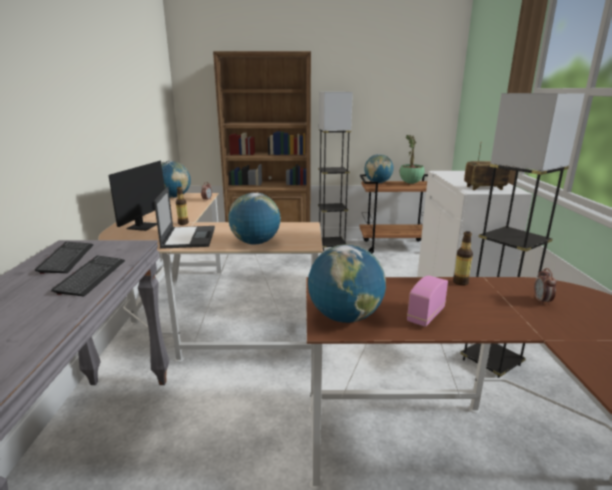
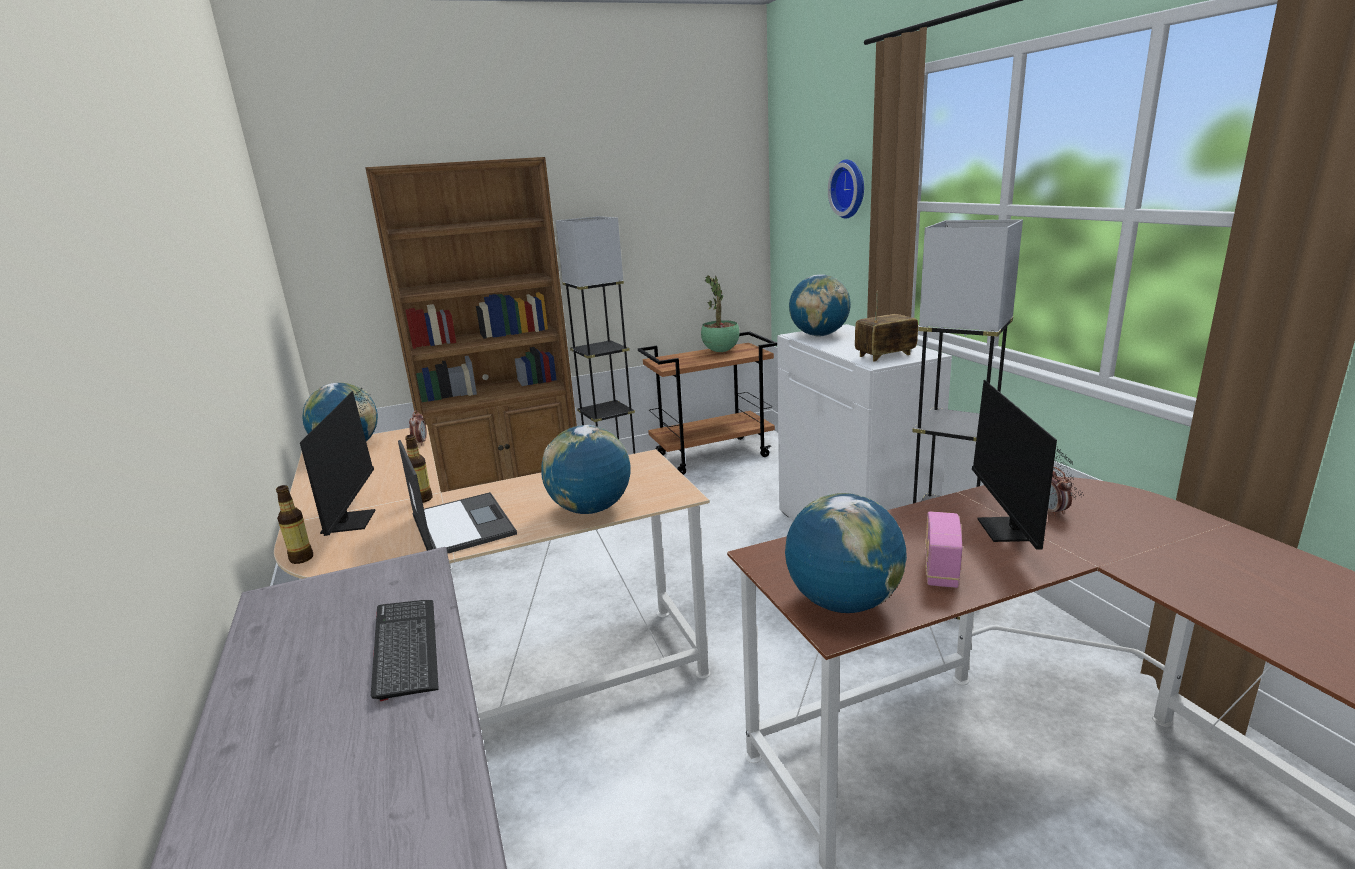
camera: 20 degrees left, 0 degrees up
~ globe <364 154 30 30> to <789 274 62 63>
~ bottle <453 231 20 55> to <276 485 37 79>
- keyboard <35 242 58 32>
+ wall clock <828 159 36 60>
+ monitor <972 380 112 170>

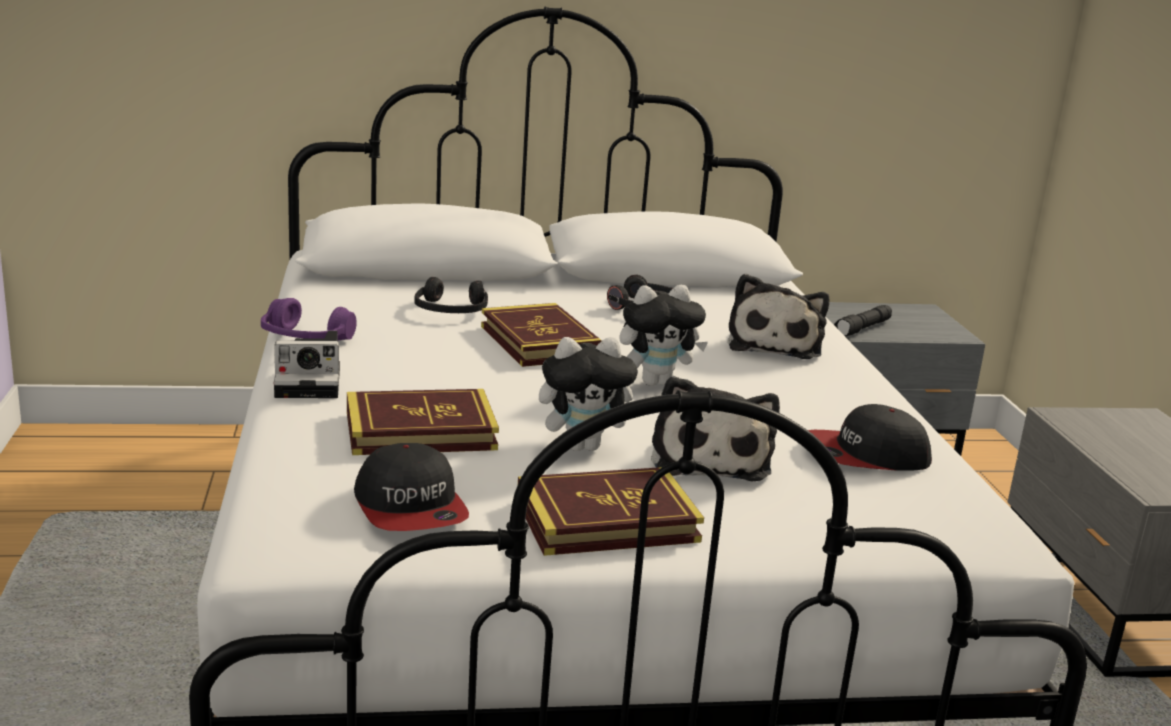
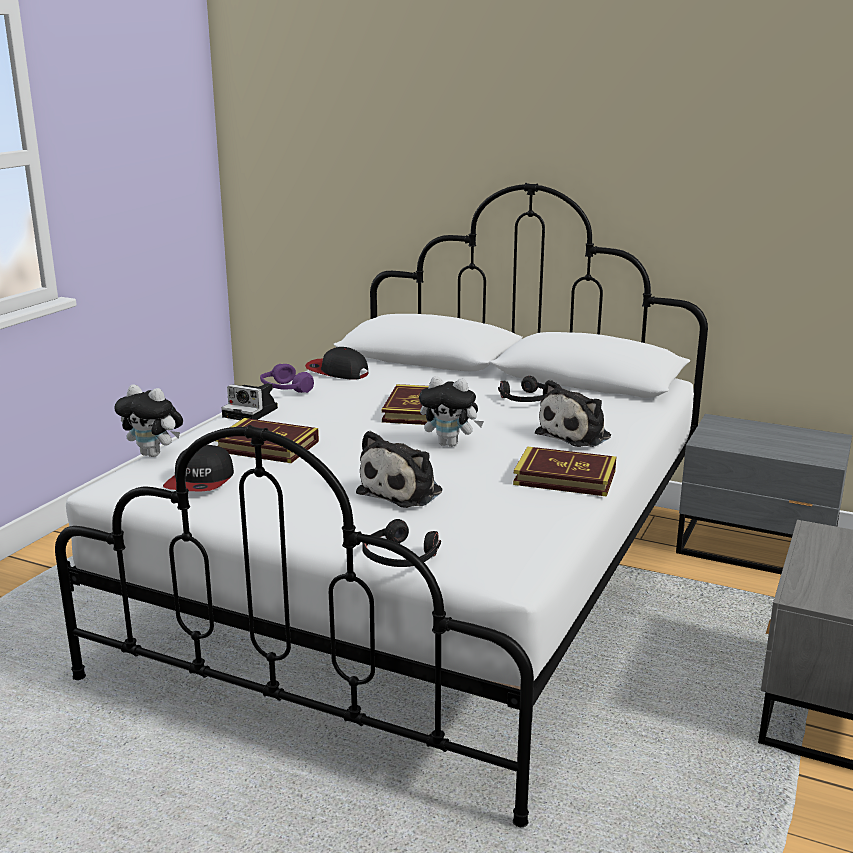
camera: 35 degrees right, 0 degrees up
~ black headphones <414 277 74 36> to <362 519 79 48>
- black flashlight <834 305 58 32>
~ plush toy <539 337 99 114> to <115 385 68 72>
~ cap <808 404 124 67> to <305 347 63 33>
~ book <518 467 186 89> to <513 446 103 51>

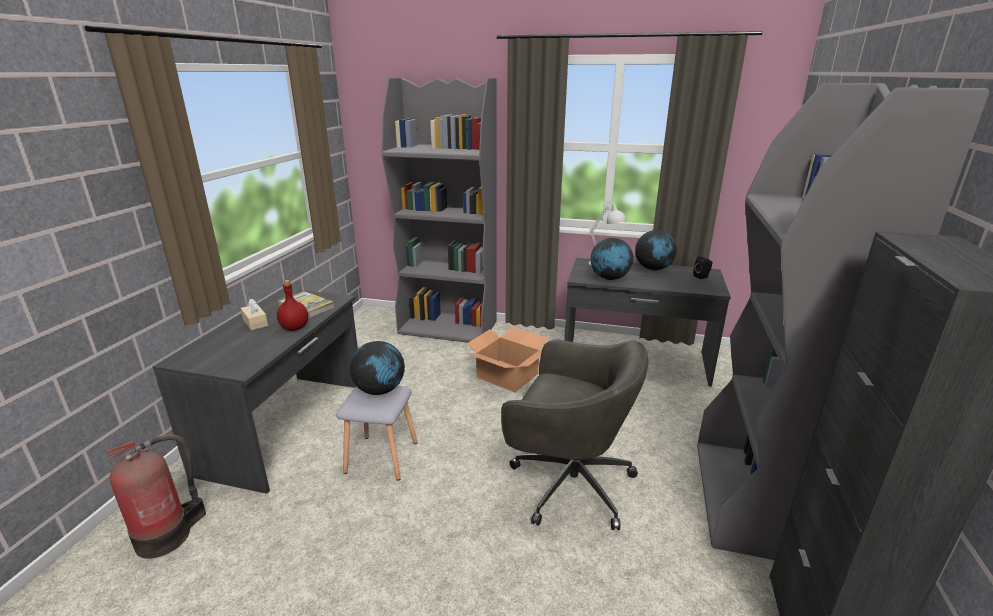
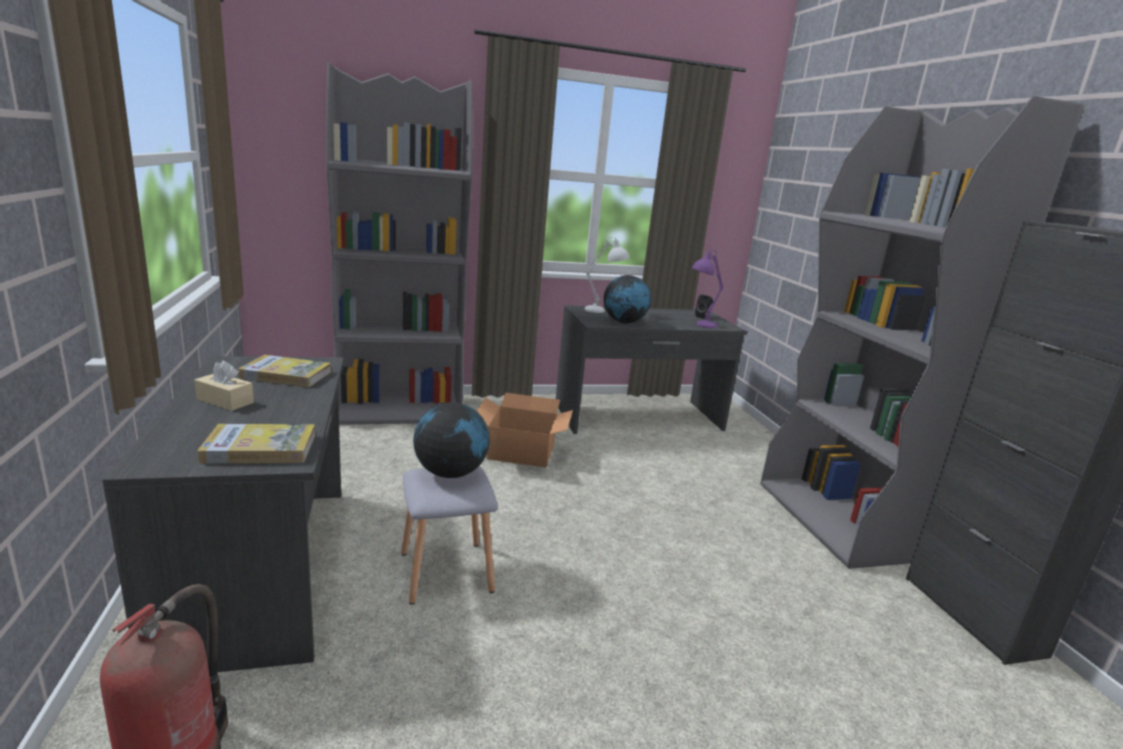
camera: 30 degrees left, 5 degrees down
- globe <635 230 42 41>
- red bottle <277 280 32 51>
- grey office chair <501 339 148 191>
+ purple table lamp <692 250 32 78>
+ book <197 424 118 40>

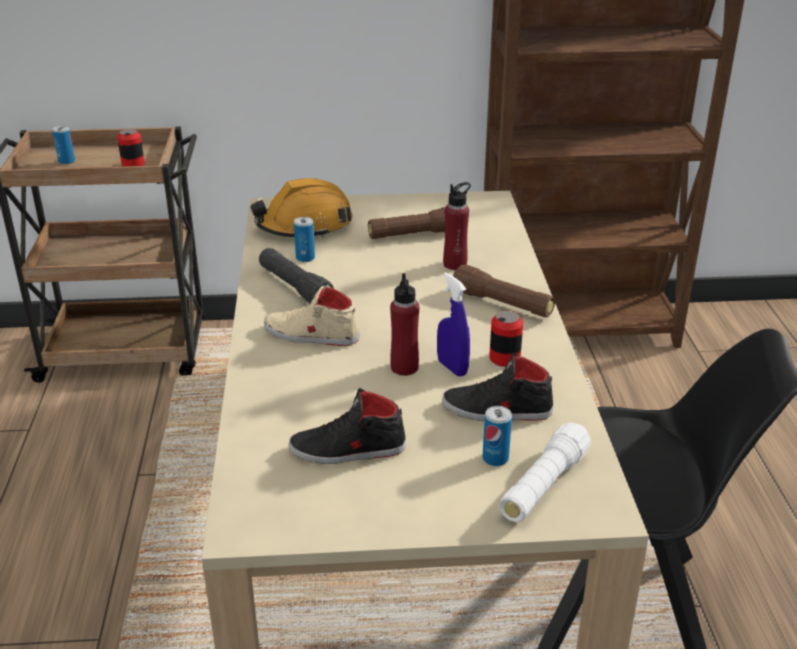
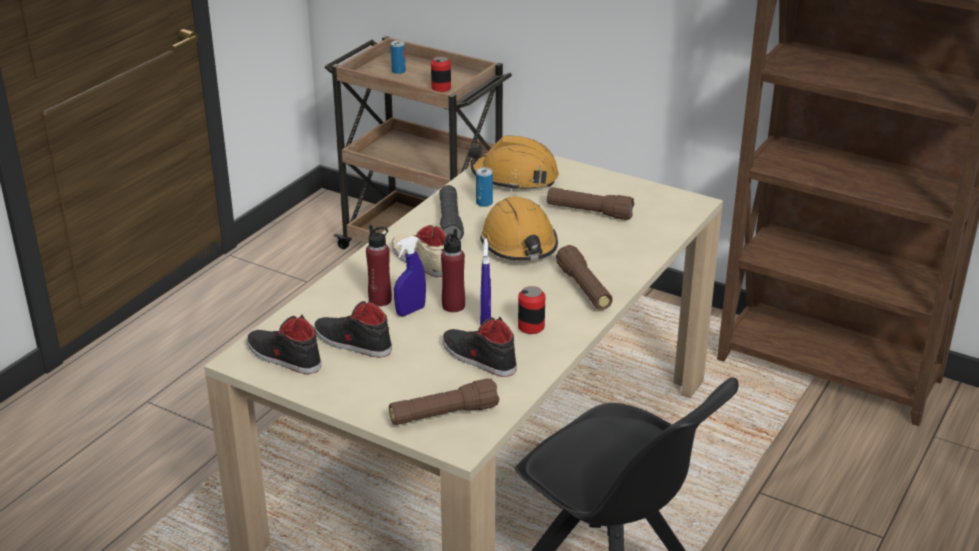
camera: 35 degrees right, 0 degrees up
~ red bottle <443 182 28 88> to <366 225 26 81>
- can <483 406 29 60>
~ white flashlight <499 422 92 100> to brown flashlight <389 378 111 47>
+ orange hard hat <480 196 78 65>
+ blue spray bottle <394 236 32 80>
+ black shoe <247 315 74 59>

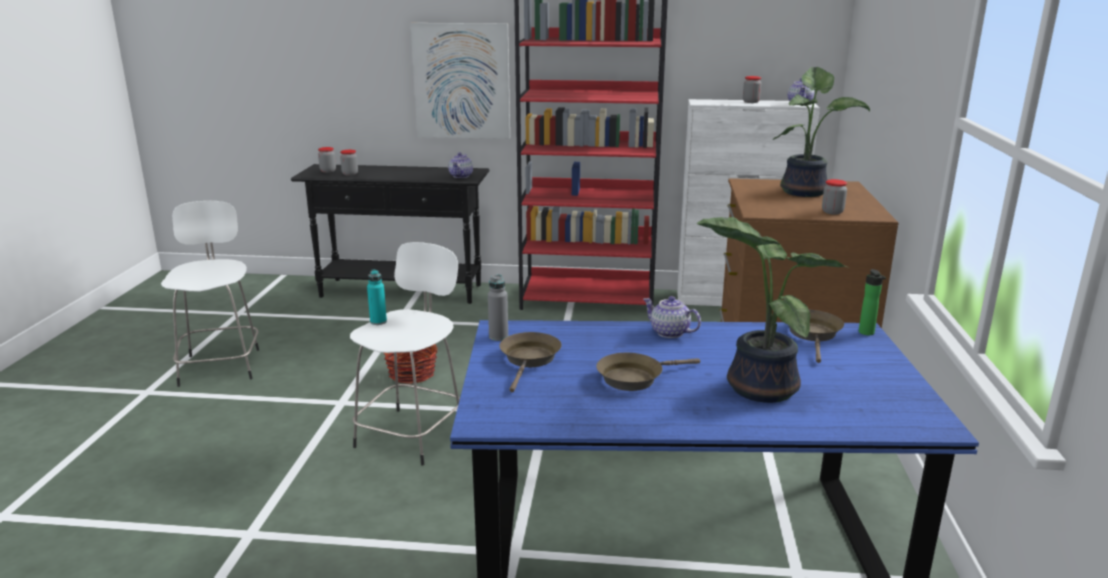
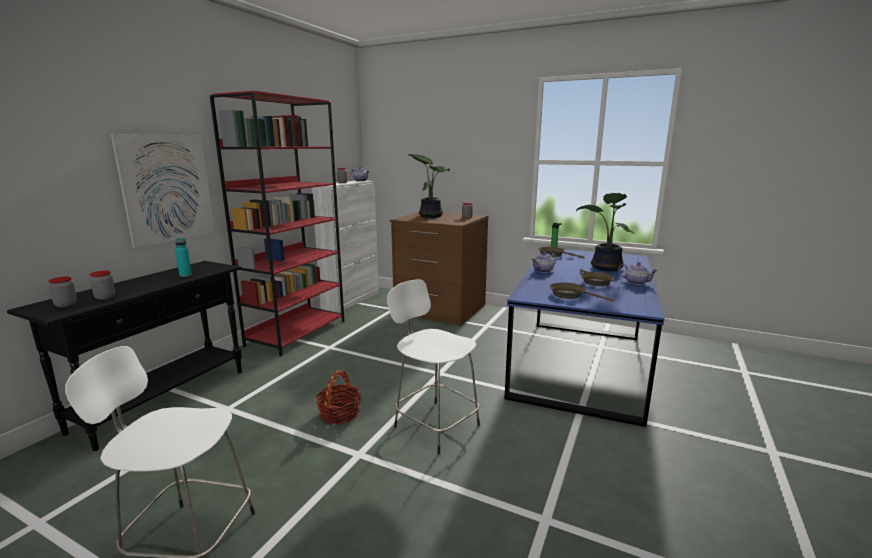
camera: 70 degrees left, 5 degrees down
~ teapot <448 153 25 25> to <618 262 40 23>
~ turquoise bottle <367 269 20 56> to <175 238 17 39>
- grey bottle <488 274 20 67>

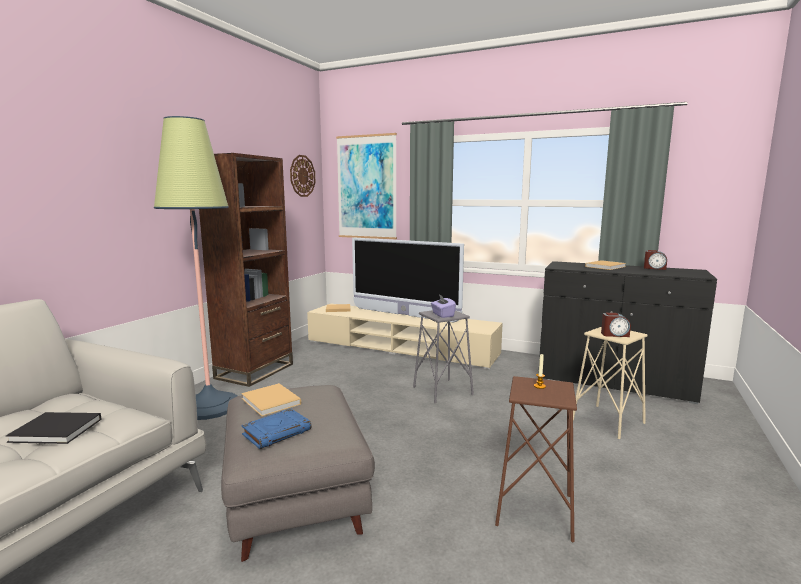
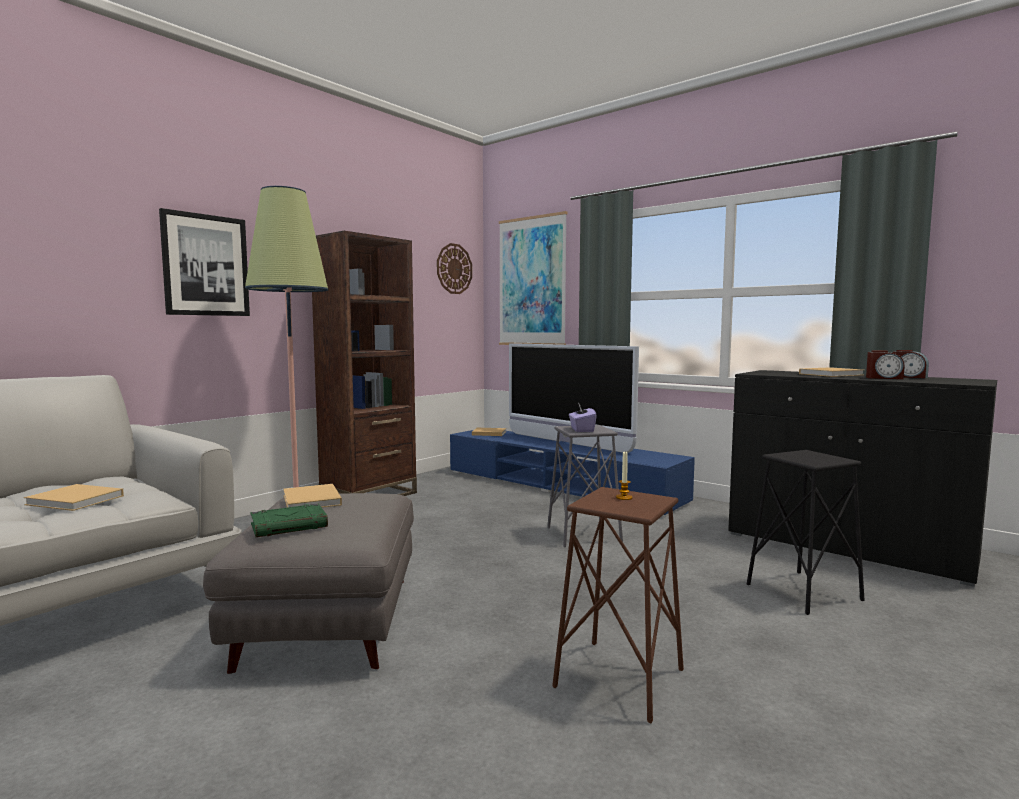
camera: 15 degrees right, 5 degrees down
~ beige tv stand <307 303 196 66> to blue tv stand <450 430 245 87>
~ alarm clock <601 313 30 24> to <866 350 39 29>
~ beige stool <573 327 74 112> to black stool <747 450 118 165>
~ blue book <241 408 70 41> to green book <251 504 77 33>
~ black book <6 412 96 32> to beige book <24 484 100 27>
+ picture <159 208 91 108>

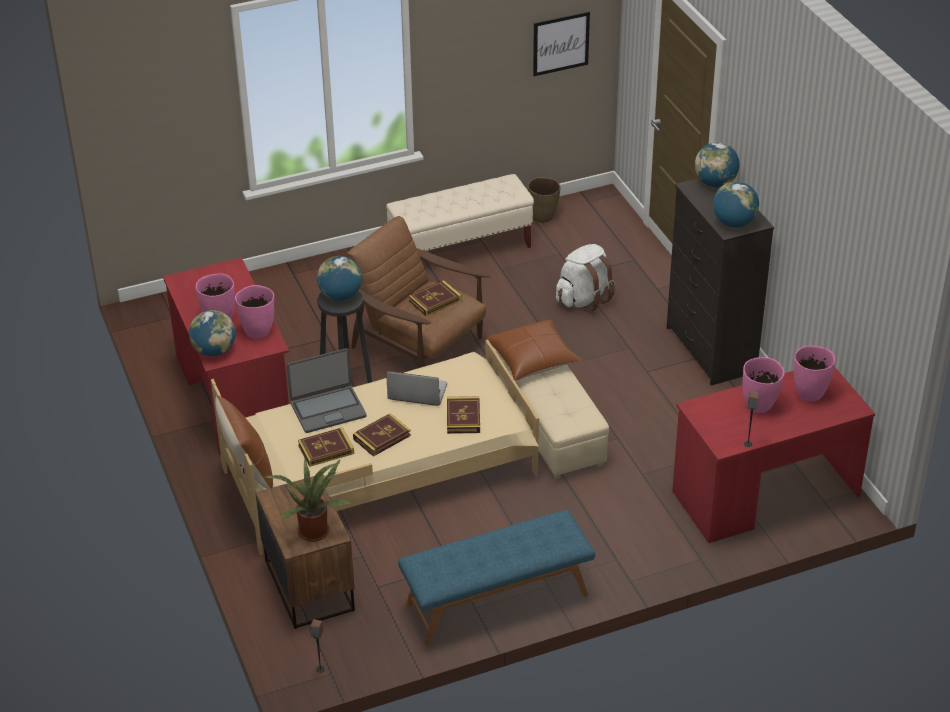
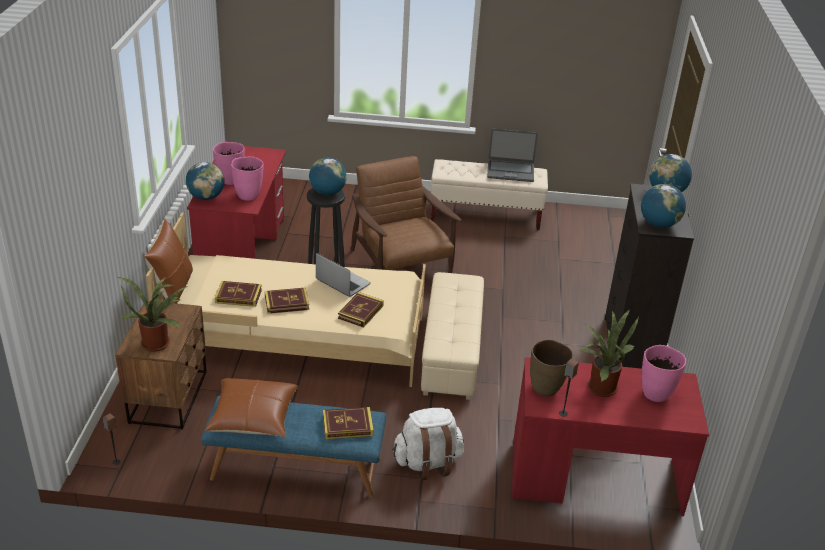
camera: 25 degrees right, 5 degrees down
- picture <533 11 57 65>
~ brown vase <528 177 32 46> to <530 339 43 58>
~ white backpack <556 244 59 68> to <392 408 72 72>
~ book <409 280 52 36> to <323 407 51 32>
~ brown pillow <486 320 96 61> to <205 378 93 59>
~ laptop <287 348 80 85> to <487 129 51 53>
~ pink vase <743 357 42 56> to potted plant <578 309 61 88>

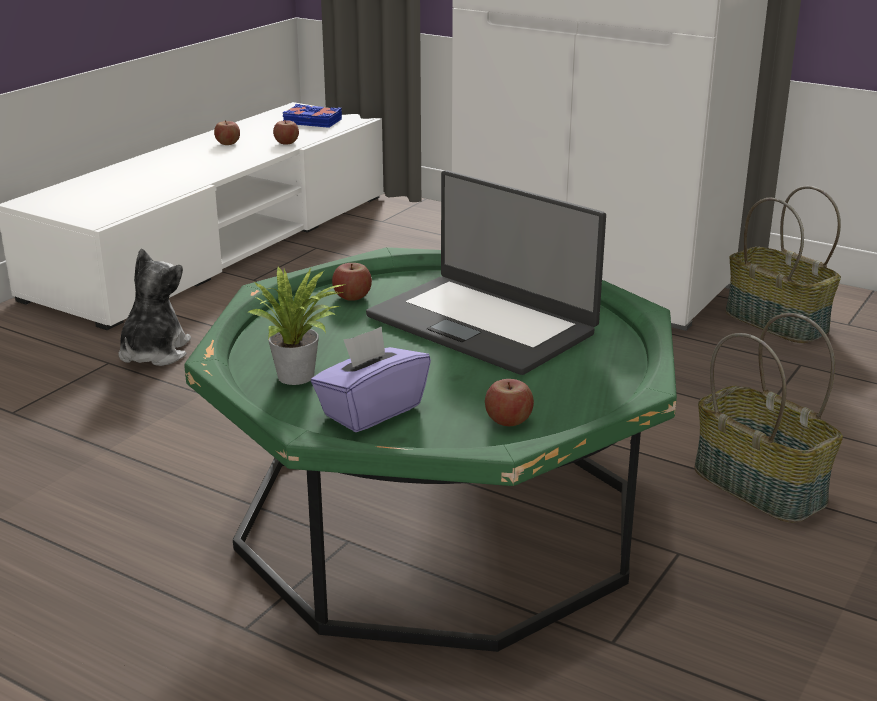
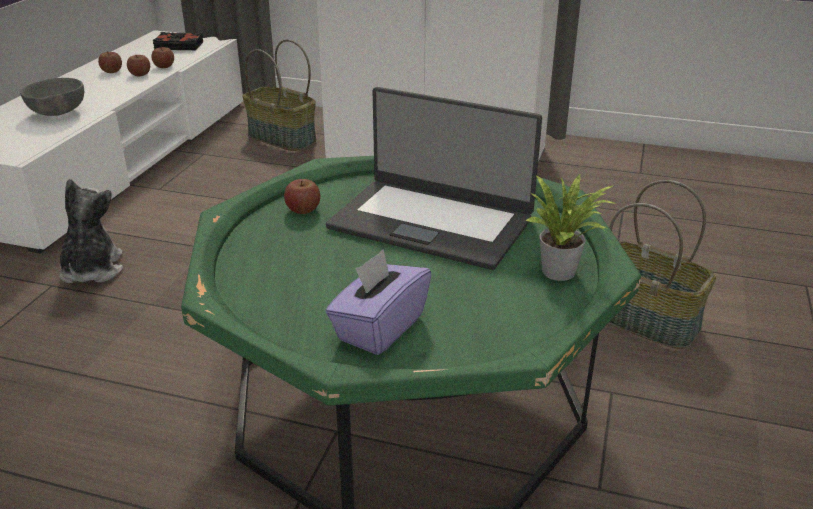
camera: 15 degrees left, 5 degrees up
~ blue book <283 104 59 24> to black book <153 32 50 18>
~ basket <726 186 115 157> to <242 39 74 112>
~ potted plant <249 267 97 118> to <525 174 92 107>
~ apple <485 379 49 47> to <127 55 23 21>
+ grey bowl <20 78 64 38>

